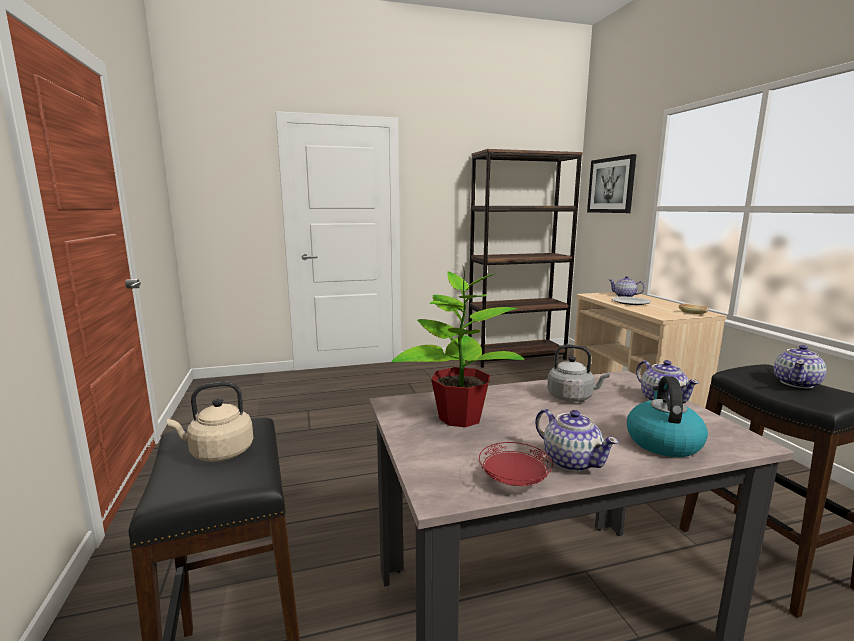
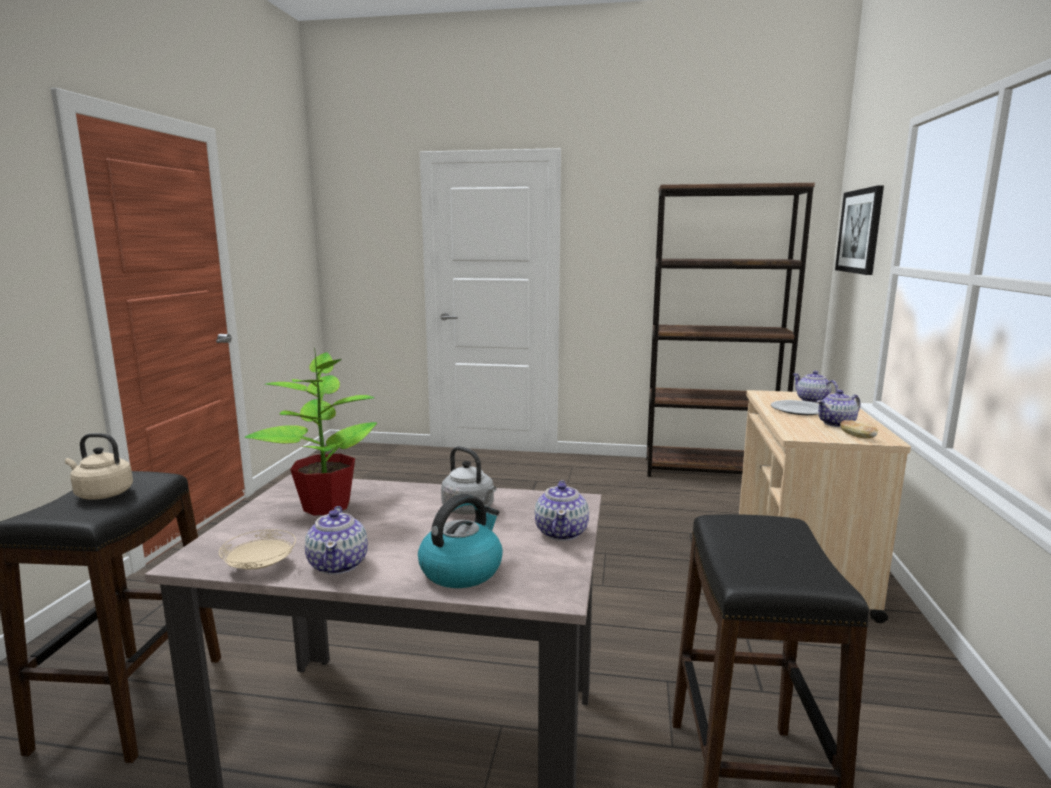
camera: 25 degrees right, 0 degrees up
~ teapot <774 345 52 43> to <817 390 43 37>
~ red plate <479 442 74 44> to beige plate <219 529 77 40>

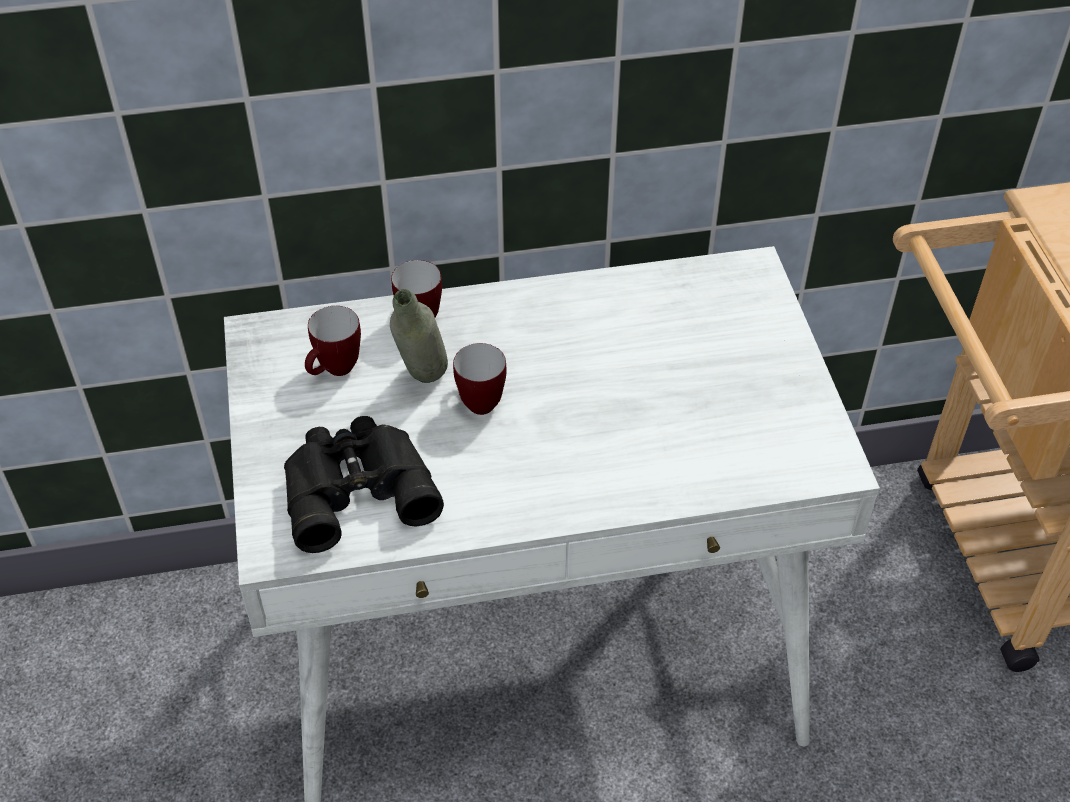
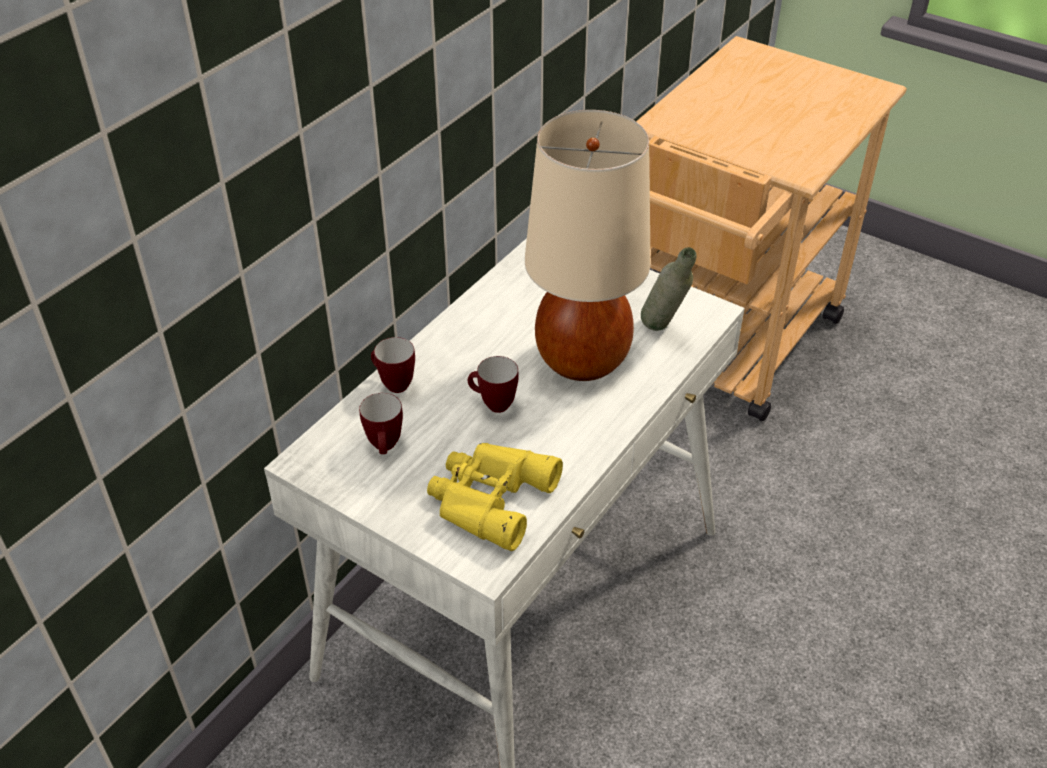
camera: 45 degrees left, 5 degrees down
~ grey bottle <390 289 58 94> to <641 247 55 84>
~ black binoculars <284 416 160 137> to yellow binoculars <427 443 136 108>
+ beige table lamp <525 110 126 271>

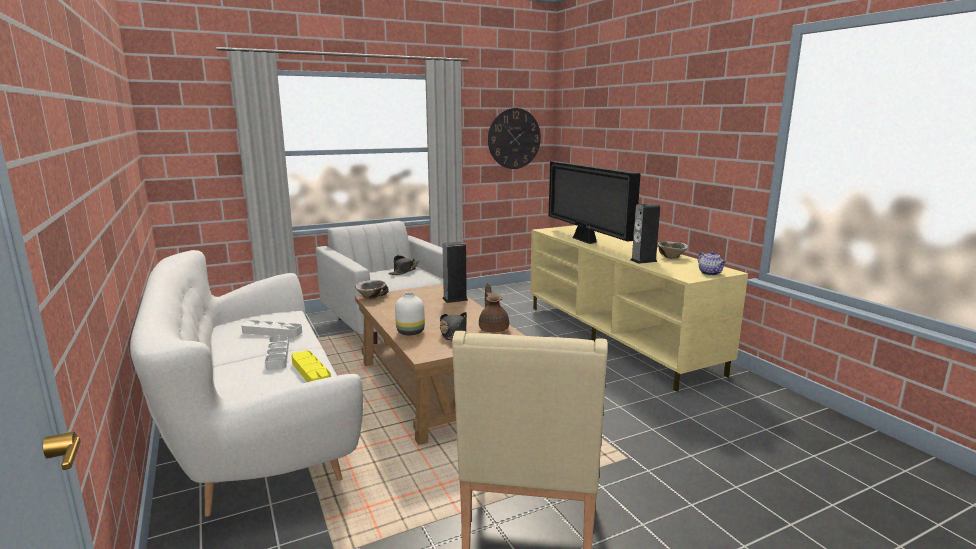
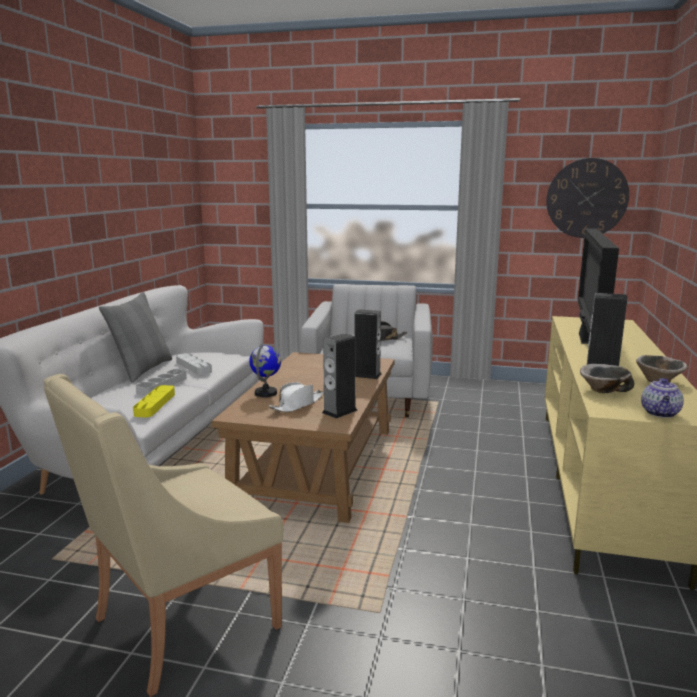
camera: 40 degrees right, 0 degrees up
~ bowl <355 280 34 19> to <580 364 55 29>
~ brown teapot <479 283 30 50> to speaker <322 333 36 86>
~ white vase <395 292 30 43> to globe <249 344 32 53>
~ black hat <440 312 27 28> to white hat <269 382 55 30>
+ grey pillow <99 292 73 90>

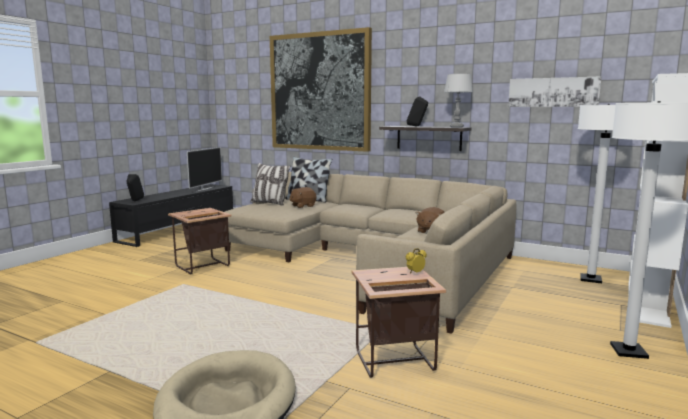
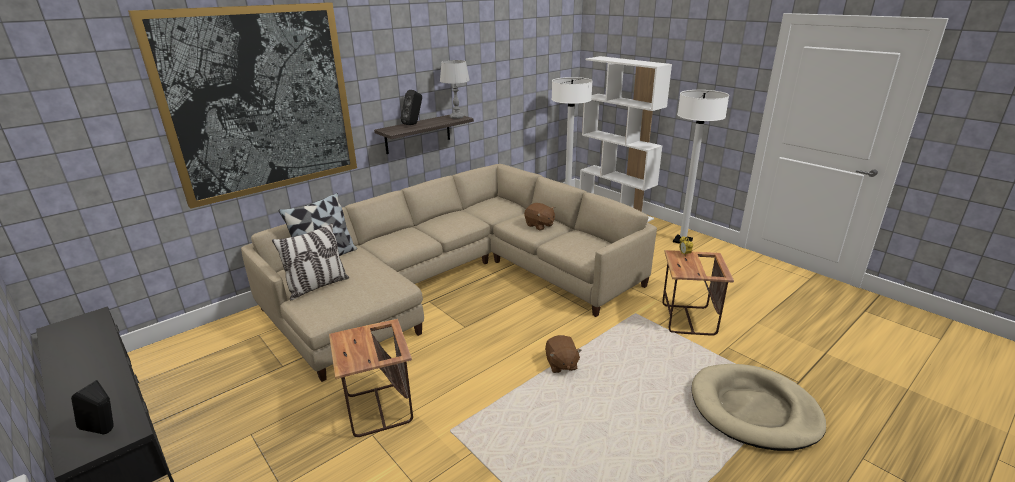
camera: 70 degrees left, 15 degrees up
- picture <508 76 94 31>
- television <187 147 35 45>
~ brown plush toy <289 187 27 21> to <545 335 37 38>

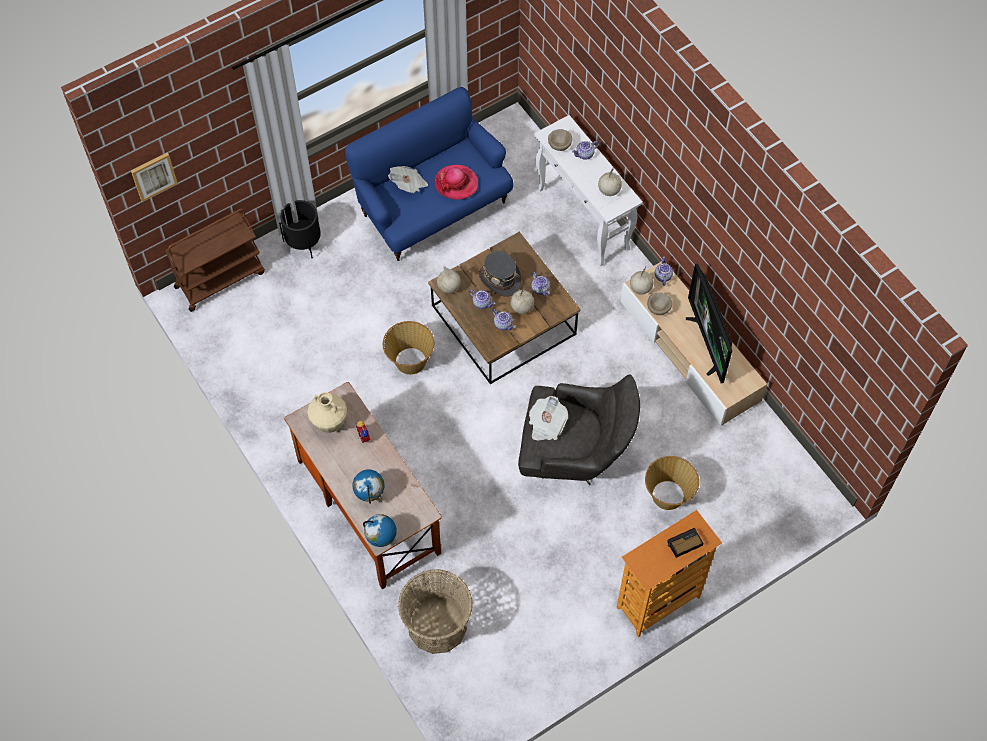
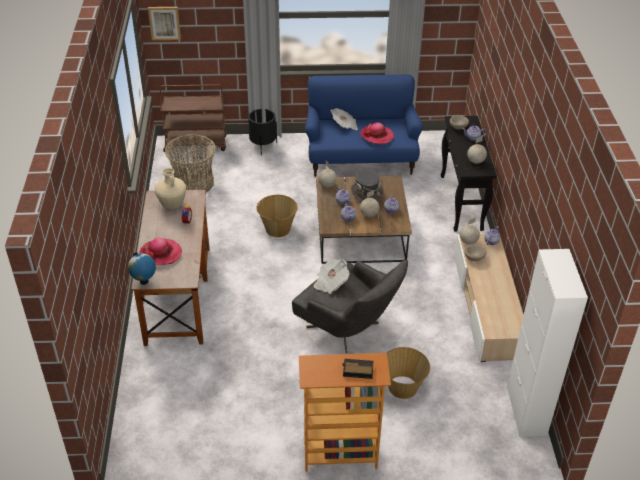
camera: 30 degrees right, 20 degrees down
~ white console table <534 115 109 151> to black console table <441 116 56 116>
- television <686 264 46 119>
~ globe <353 470 31 34> to hat <140 238 42 27>
~ basket <398 569 75 85> to <165 135 51 57>
+ white cabinet <507 249 81 188>

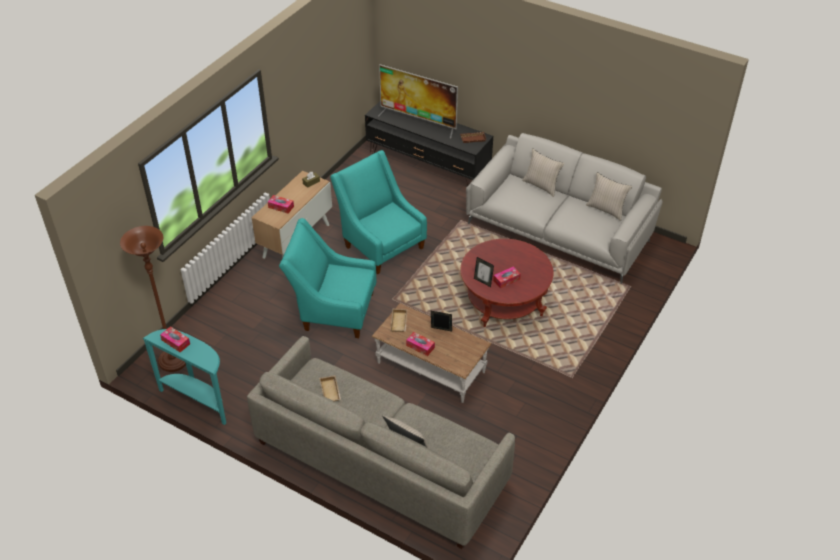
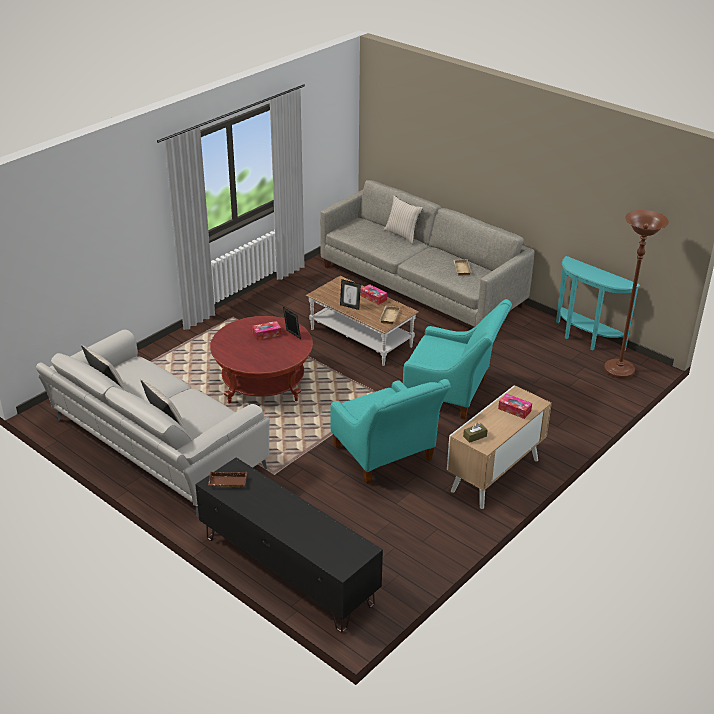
camera: 170 degrees left, 10 degrees down
- television <378 64 80 74>
- tissue box <160 326 30 26>

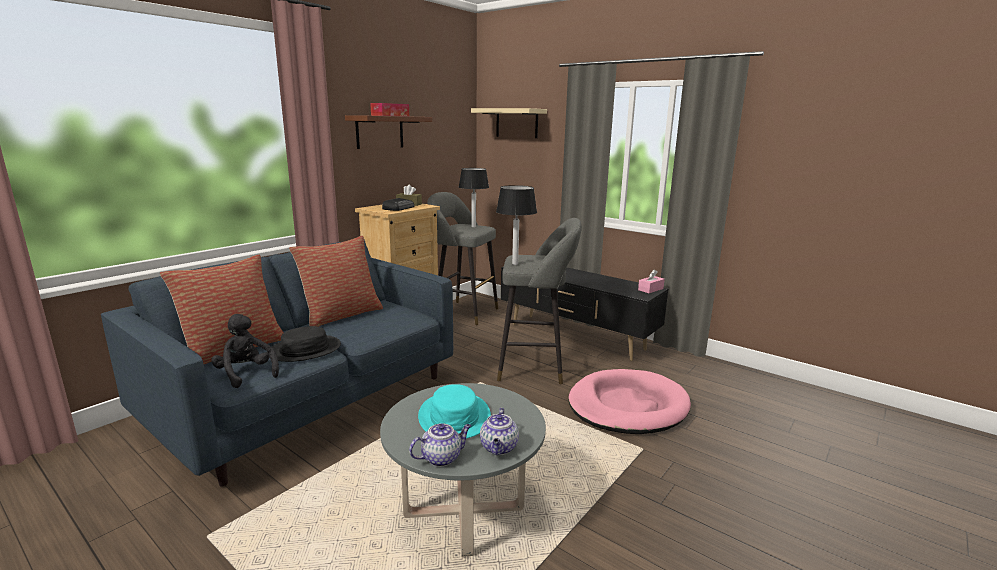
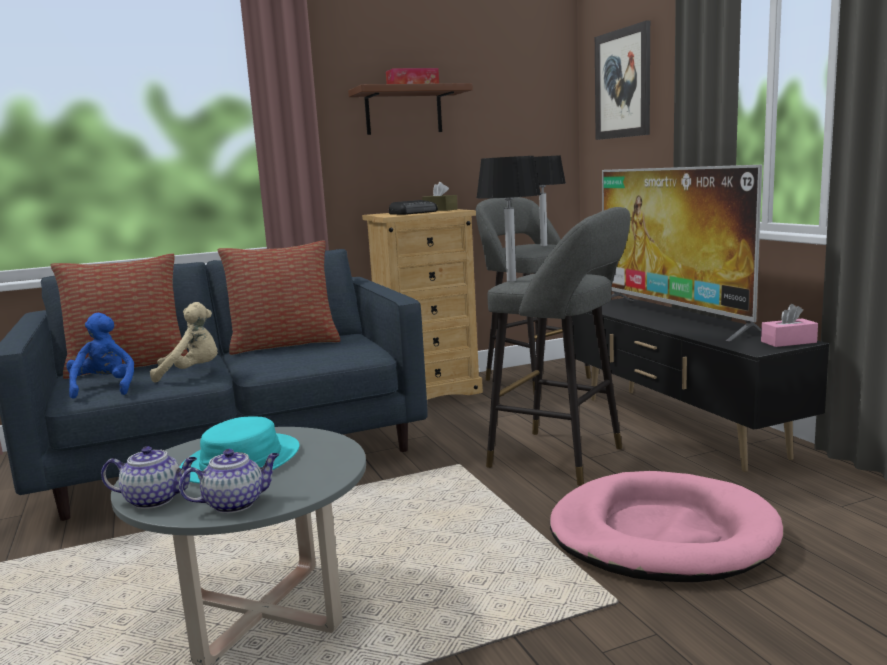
camera: 30 degrees right, 5 degrees down
~ beige shelf <471 108 76 30> to picture <595 21 55 119>
~ black plush toy <211 314 68 74> to blue plush toy <66 313 68 86>
~ black hat <267 326 74 36> to beige plush toy <150 302 68 81>
~ teapot <480 408 39 47> = <179 449 100 64> 150 degrees counterclockwise
+ television <602 165 160 176>

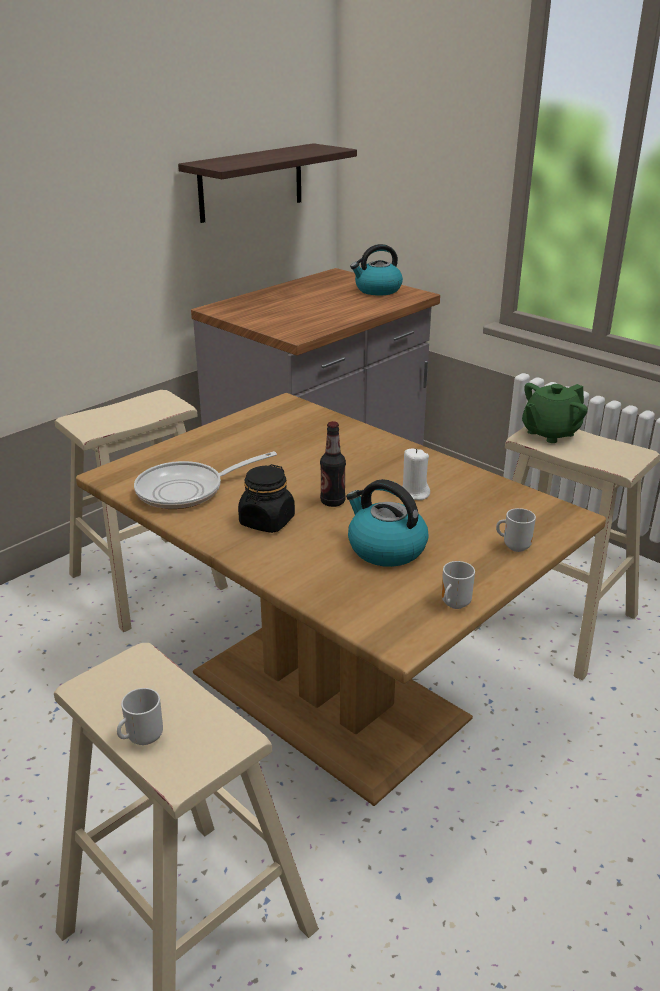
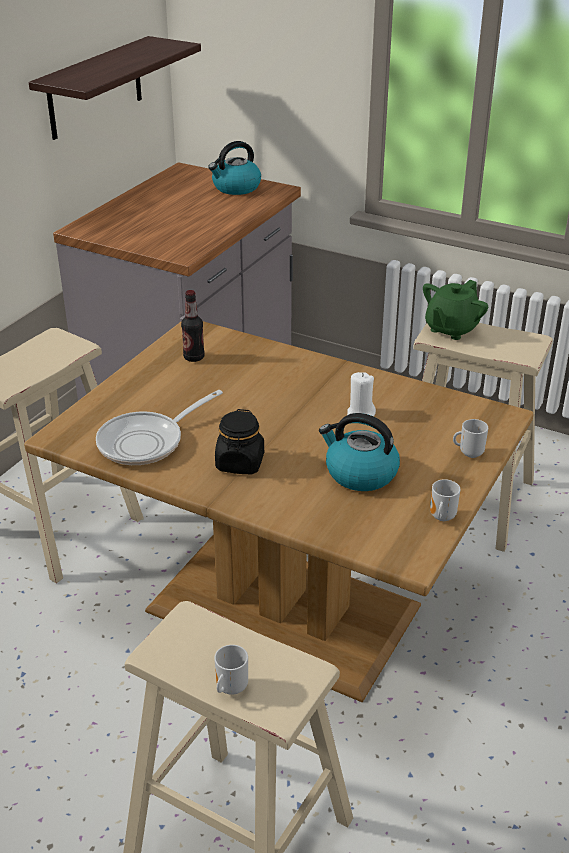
camera: 15 degrees left, 5 degrees up
~ bottle <320 421 26 86> to <181 290 24 72>

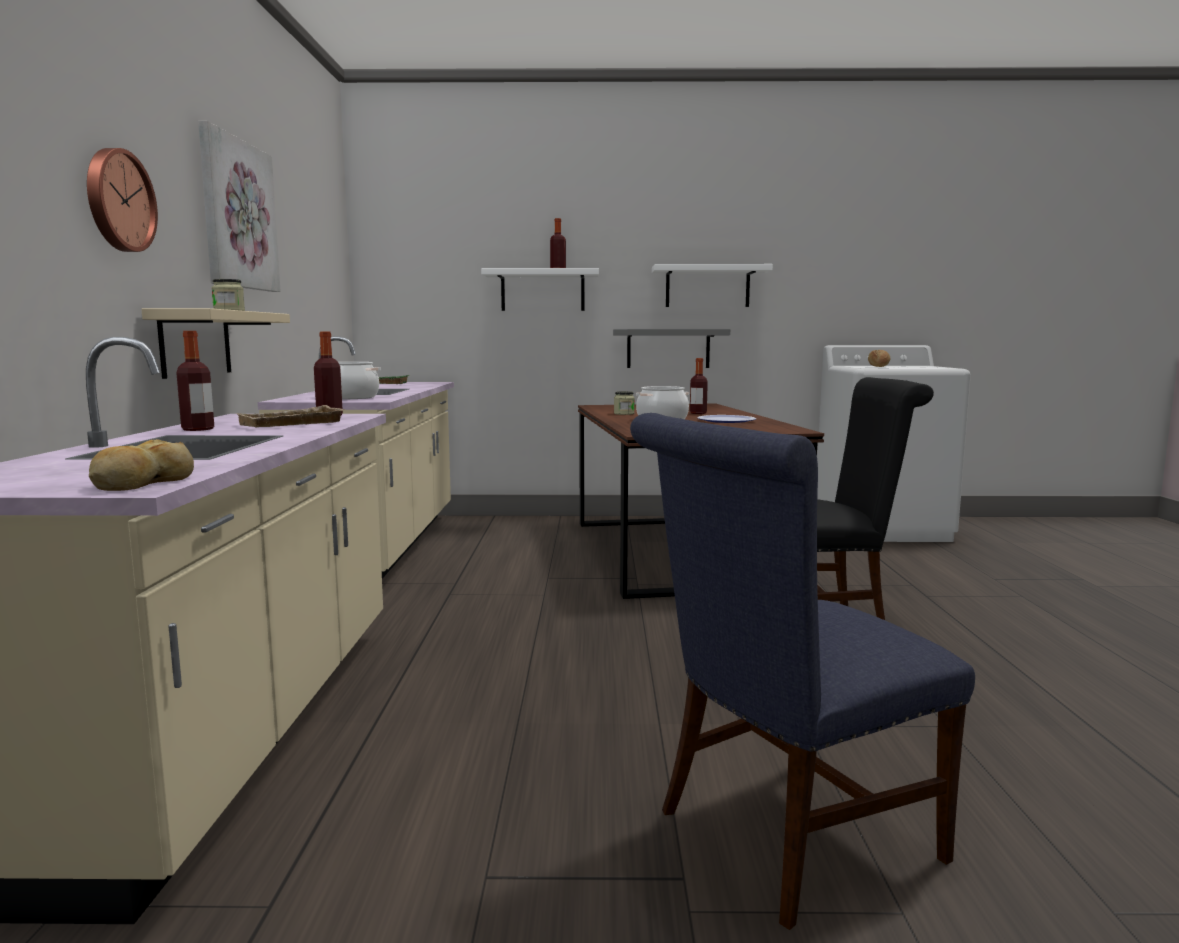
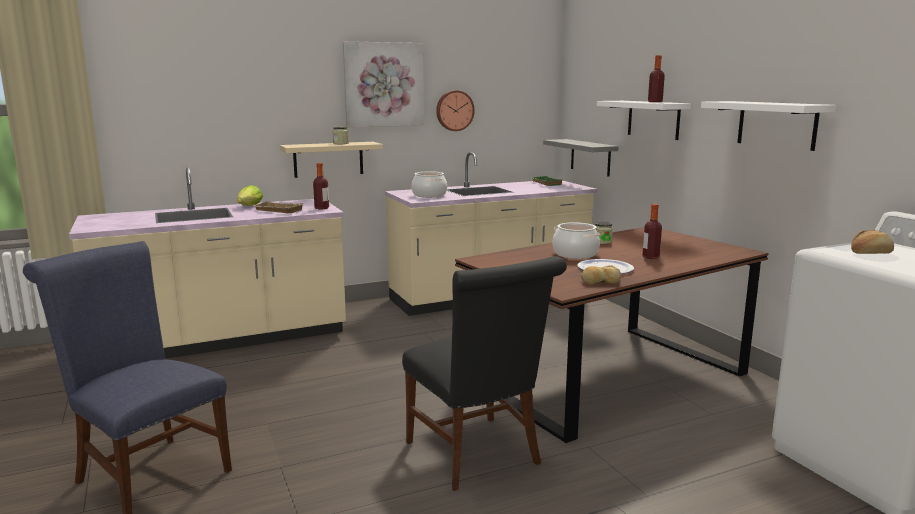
camera: 65 degrees right, 5 degrees up
~ wall clock <87 148 71 104> to <436 90 39 41>
~ grey shelf <613 329 117 39> to <543 139 76 38>
~ bottle <176 331 38 100> to lettuce <237 185 26 21>
~ bread <89 439 105 52> to <581 265 40 20>

